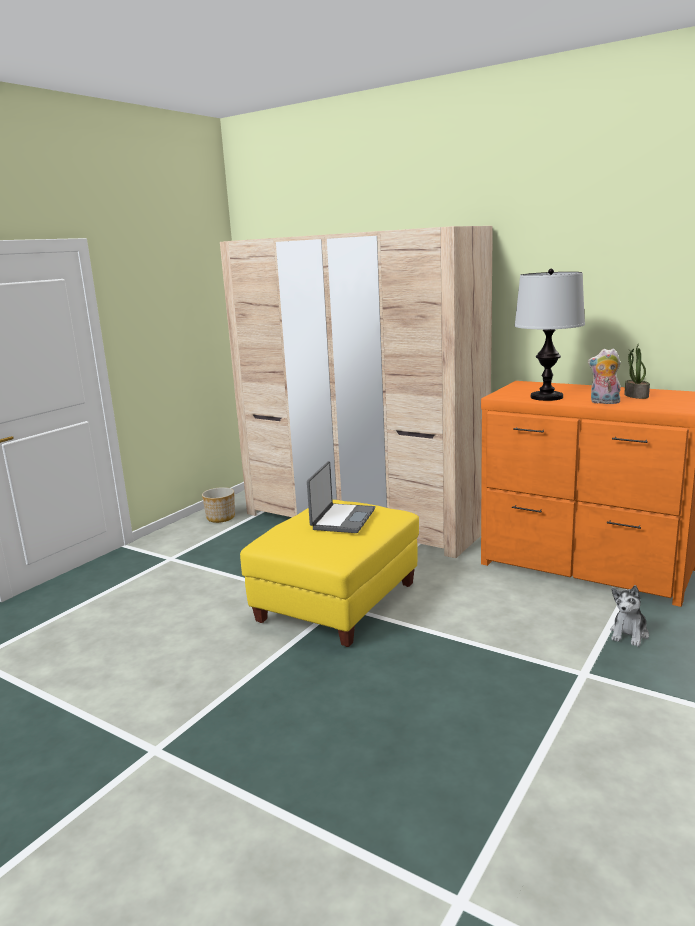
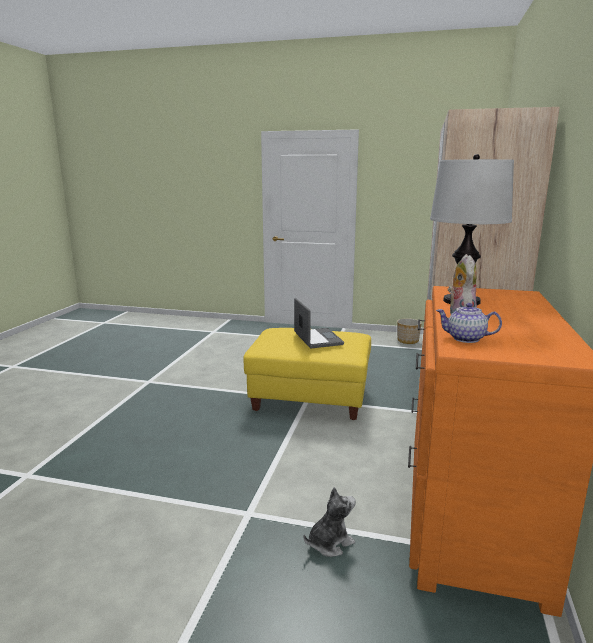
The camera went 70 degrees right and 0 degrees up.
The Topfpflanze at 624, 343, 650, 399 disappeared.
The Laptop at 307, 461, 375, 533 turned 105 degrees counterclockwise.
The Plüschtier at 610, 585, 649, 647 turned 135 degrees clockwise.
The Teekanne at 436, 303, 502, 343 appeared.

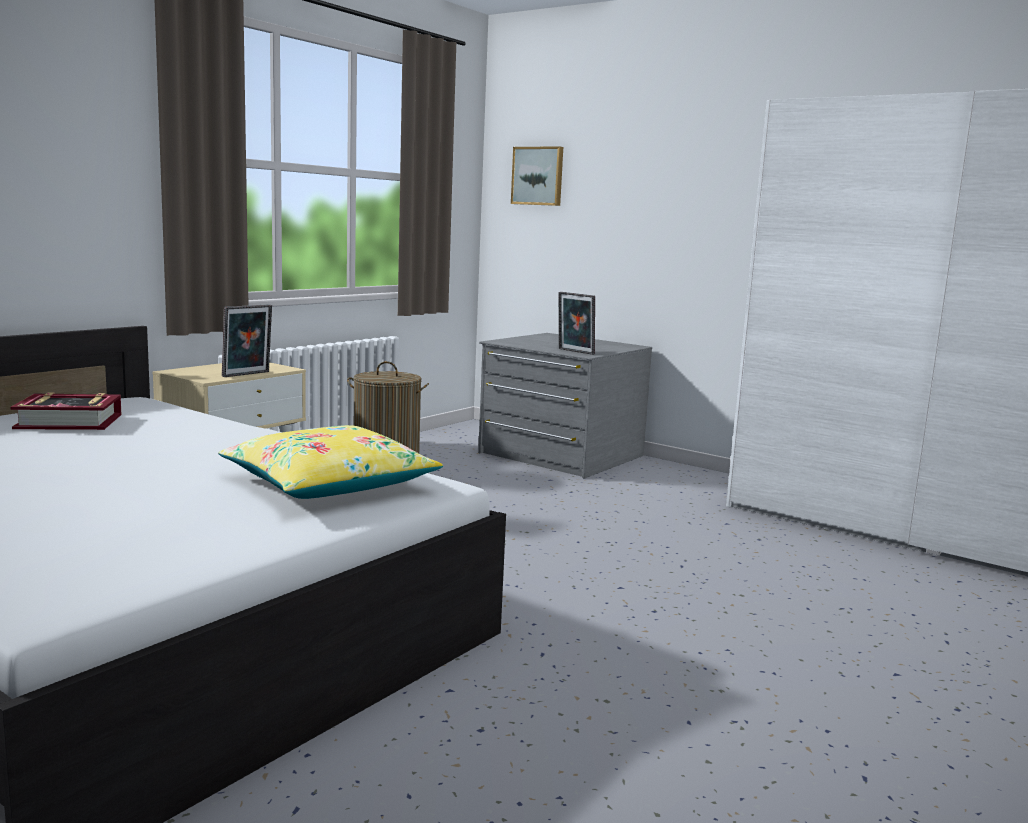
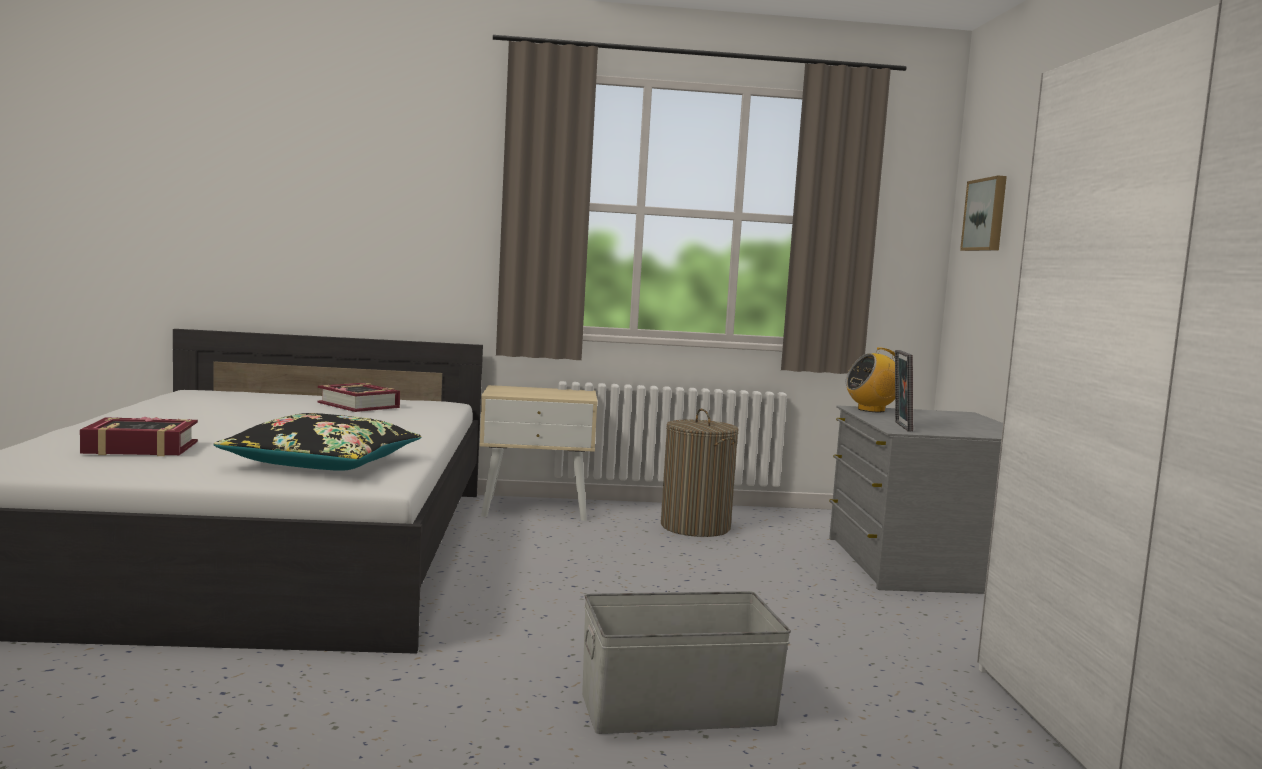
The camera went 50 degrees right and 5 degrees down.
The Bilderrahmen at 222, 304, 272, 377 disappeared.
The Kissen [gelb] at 218, 425, 443, 499 became the Kissen [schwarz] at 214, 413, 422, 471.
The Radio at 845, 347, 895, 412 appeared.
The Buch at 80, 417, 198, 456 appeared.
The Aufbewahrungsbox [grau] at 582, 591, 791, 734 appeared.

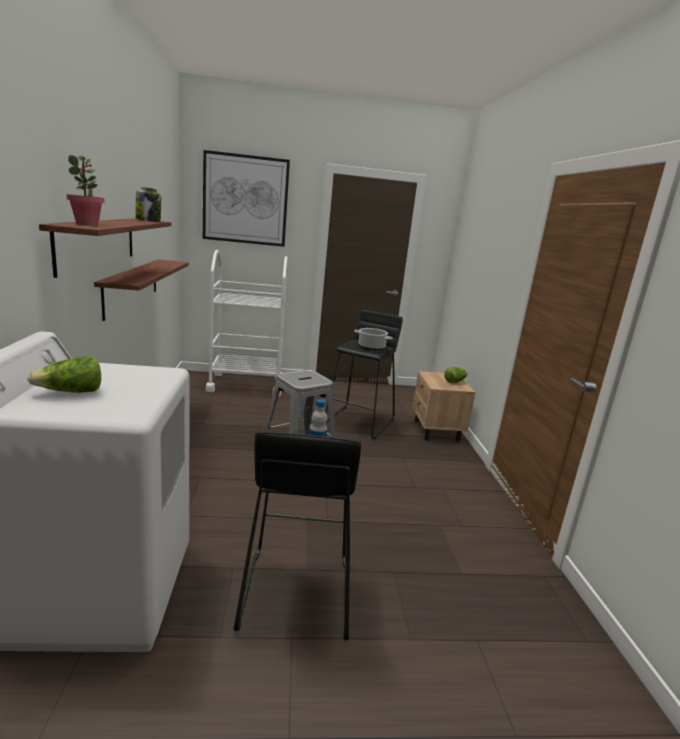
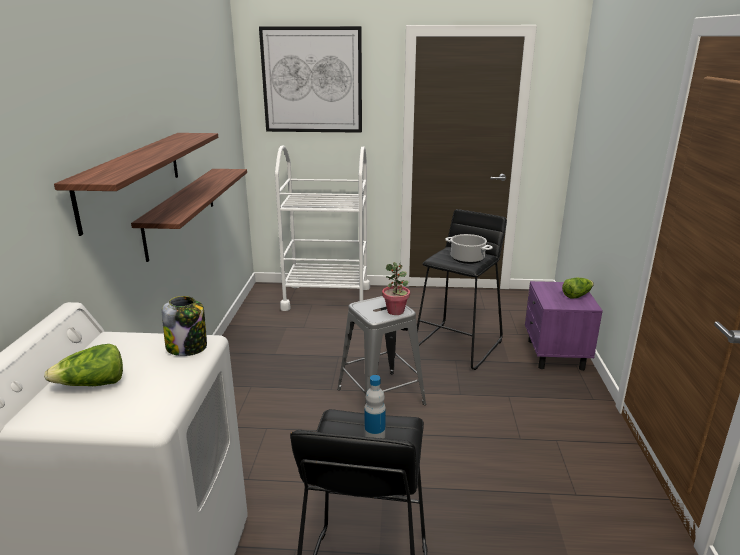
The camera went 10 degrees right and 5 degrees up.
The Topfpflanze moved from 67, 155, 104, 225 to 382, 262, 410, 315.
The Vorratsglas moved from 135, 187, 161, 222 to 162, 296, 207, 356.
The Nachttisch [beige] at 412, 371, 475, 442 became the Nachttisch [lila] at 525, 281, 603, 371.

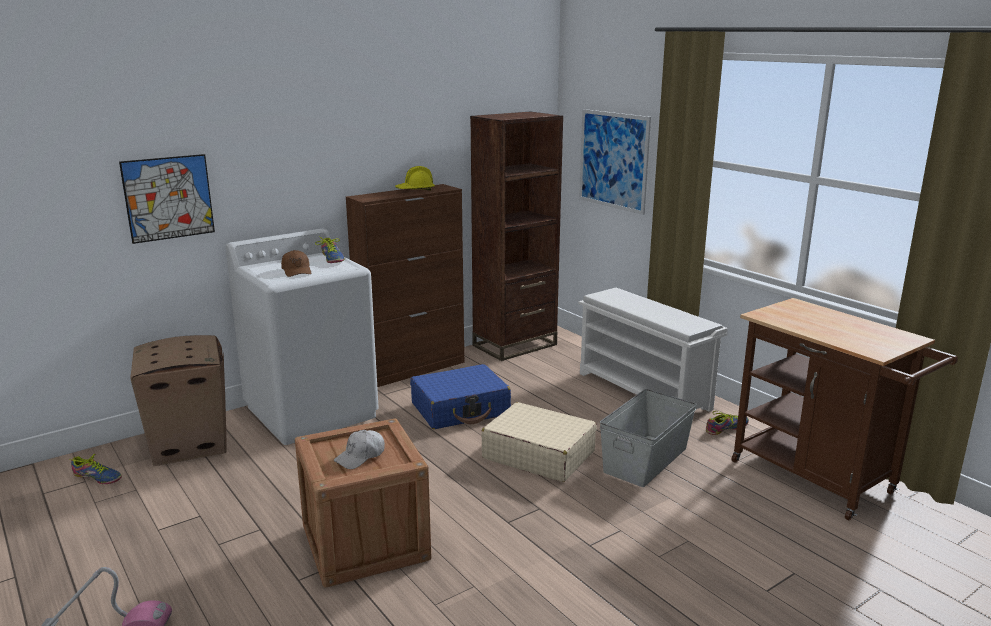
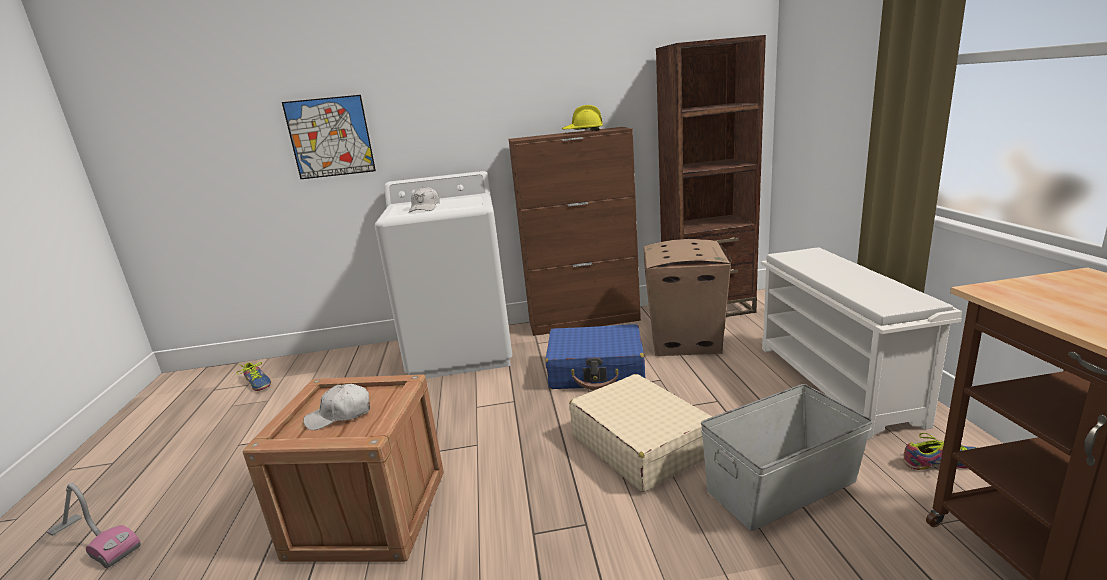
The camera went 30 degrees right and 0 degrees up.
The Bild at 579, 109, 651, 215 disappeared.
The Schuh at 315, 236, 345, 263 disappeared.
The Kappe [braun] at 281, 250, 311, 277 became the Kappe [weiß] at 409, 187, 439, 213.
The Karton moved from 130, 335, 226, 466 to 644, 239, 731, 356.

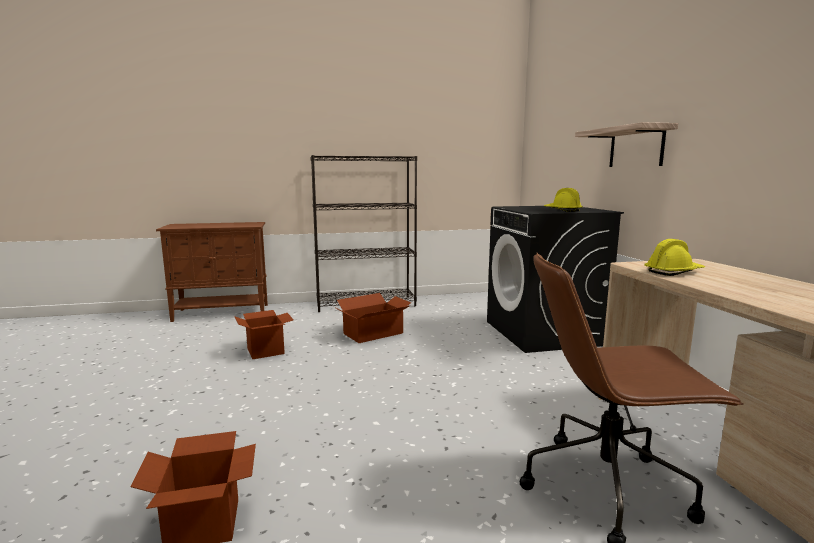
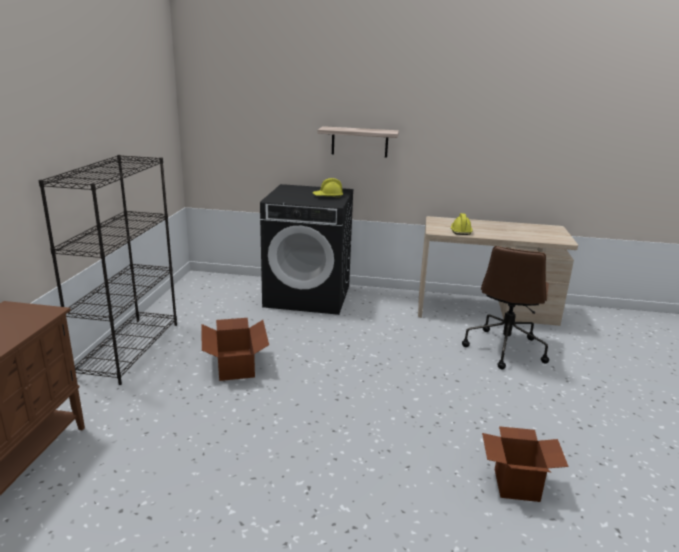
The camera went 70 degrees left and 10 degrees up.
The Karton at 234, 310, 294, 359 disappeared.

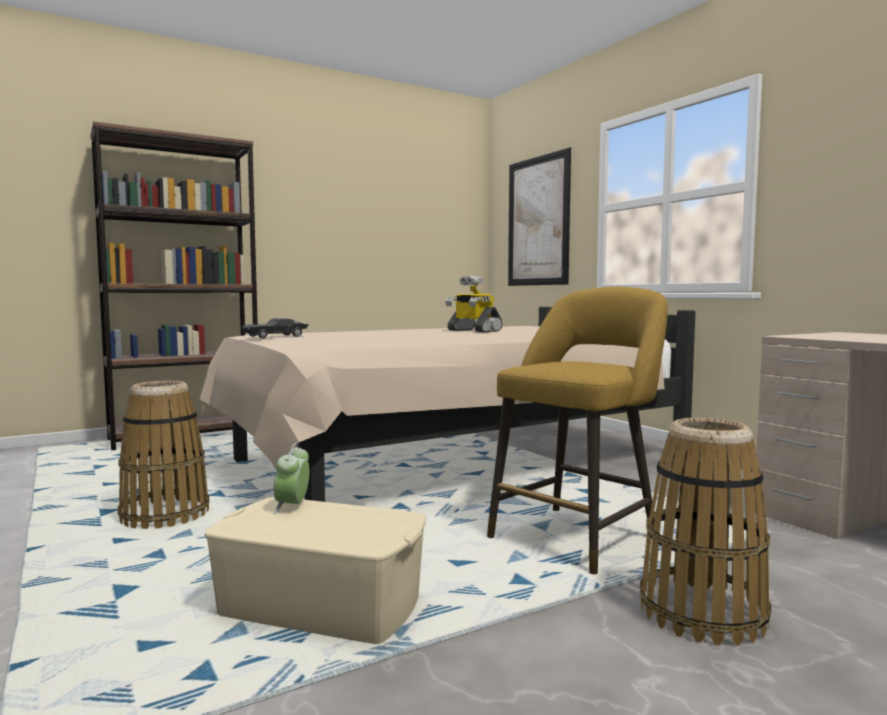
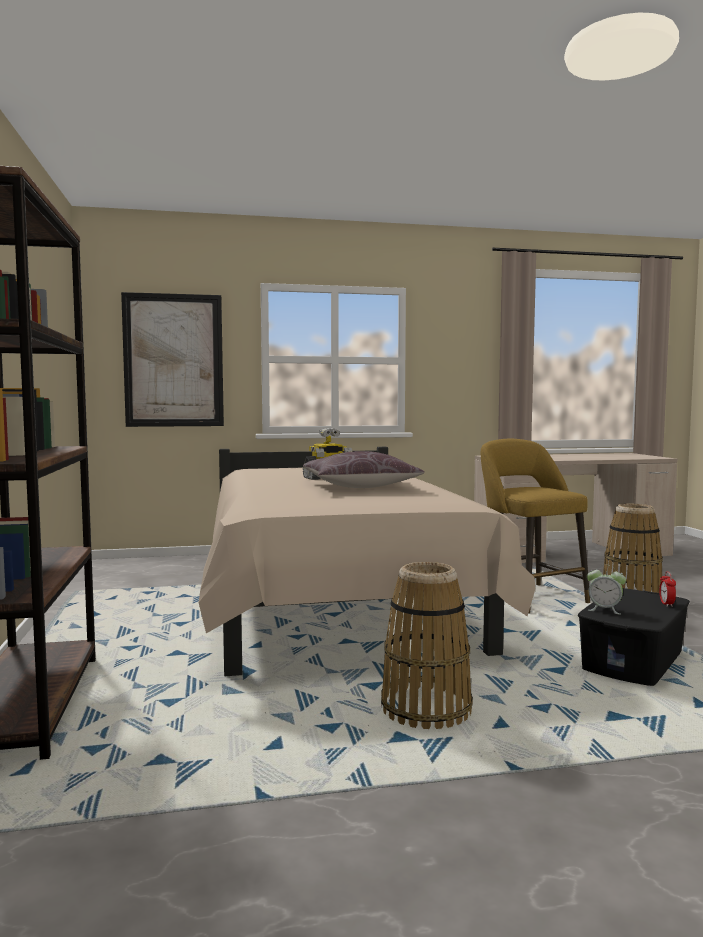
The camera went 70 degrees left and 0 degrees up.
The Spielzeugauto [schwarz] at 241, 318, 309, 338 disappeared.
The Aufbewahrungsbox [beige] at 204, 497, 426, 644 became the Aufbewahrungsbox [schwarz] at 578, 588, 690, 686.
The Kissen [braun] at 303, 451, 425, 488 appeared.
The Wecker at 659, 571, 676, 607 appeared.

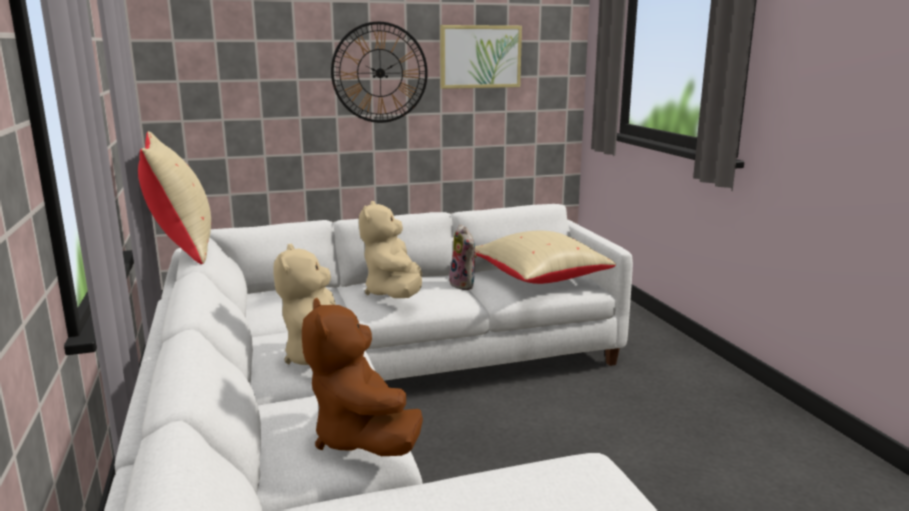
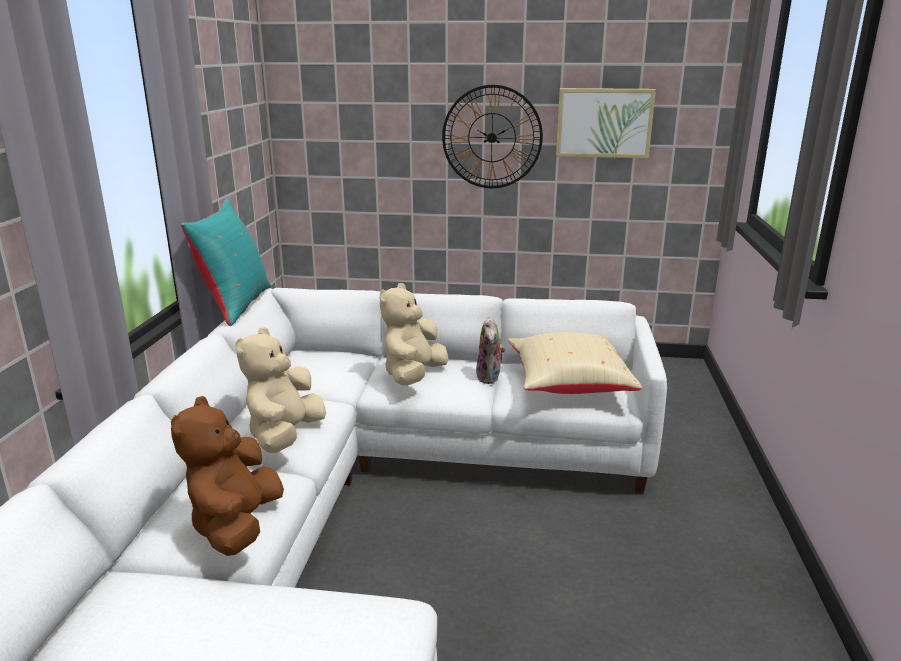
The camera went 25 degrees right and 5 degrees up.
The Kissen [beige] at 138, 131, 211, 264 became the Kissen [türkis] at 181, 198, 271, 326.

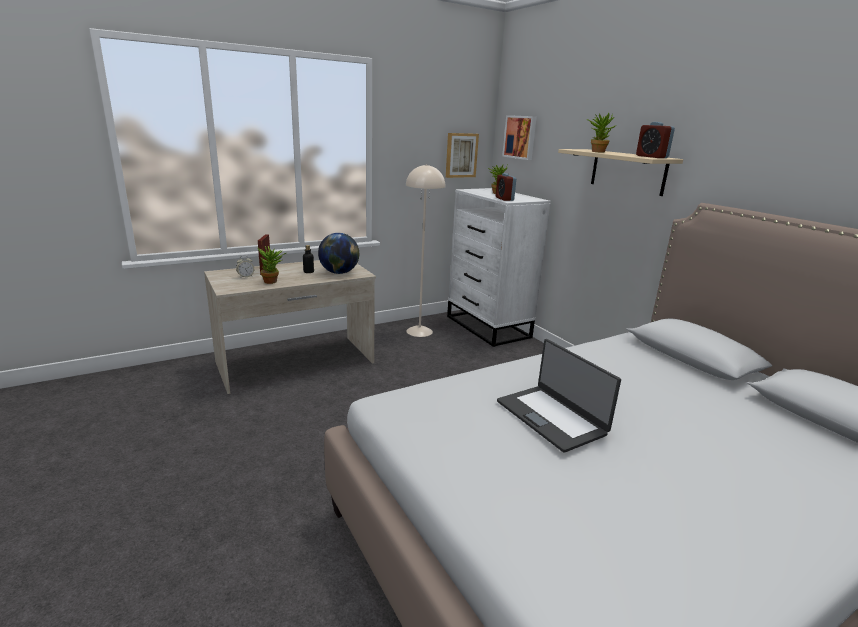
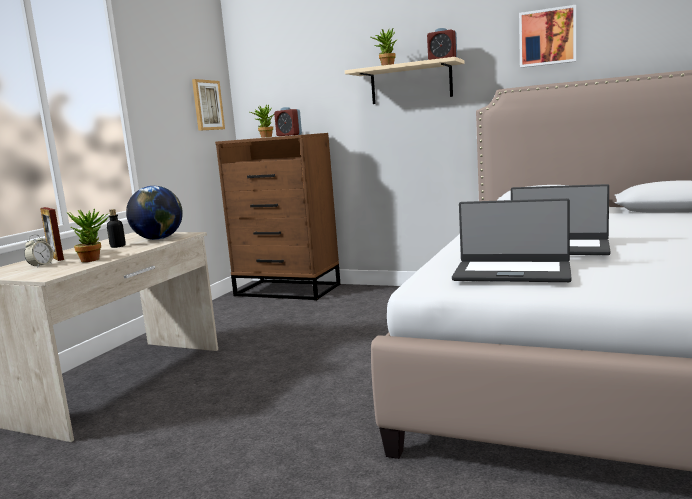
The camera went 35 degrees left and 10 degrees down.
The Bild moved from 502, 115, 537, 160 to 519, 5, 576, 68.
The Stehlampe [beige] at 406, 164, 446, 337 disappeared.
The Kommode [weiß] at 447, 188, 551, 347 became the Kommode [braun] at 215, 133, 341, 300.
The Laptop at 452, 198, 572, 282 appeared.

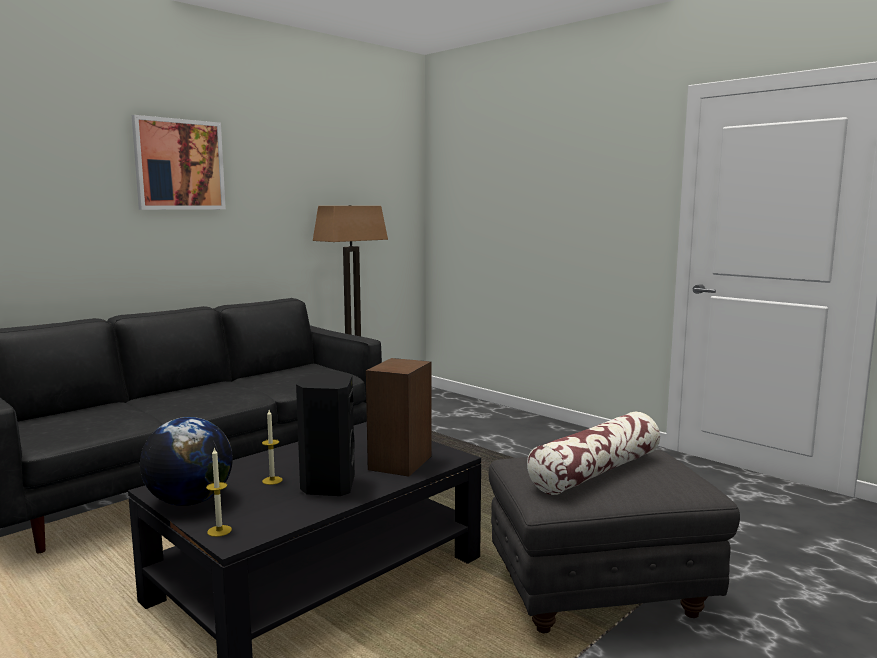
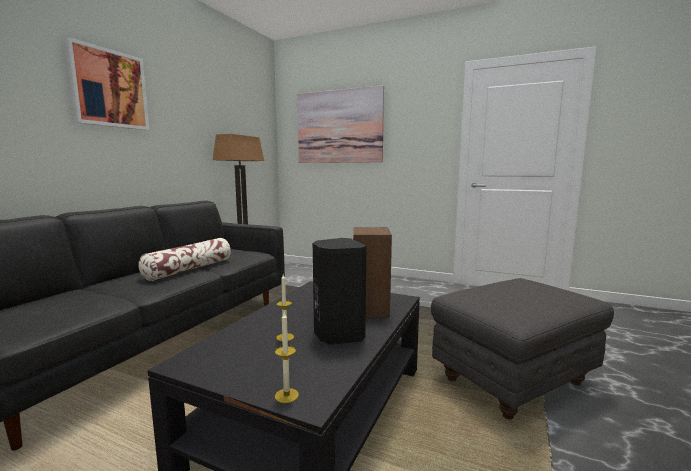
The camera went 20 degrees left and 0 degrees up.
The Kissen moved from 527, 412, 660, 495 to 138, 238, 231, 281.
The Globus at 140, 417, 233, 506 disappeared.
The Bild at 297, 85, 384, 163 appeared.

